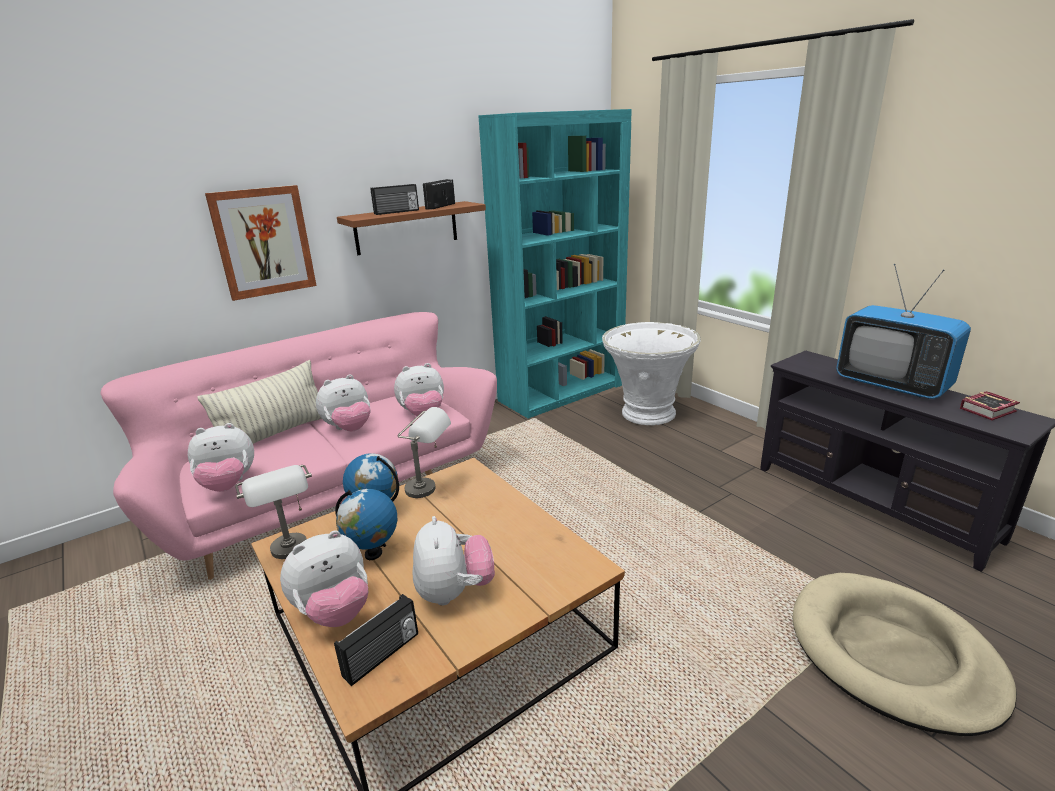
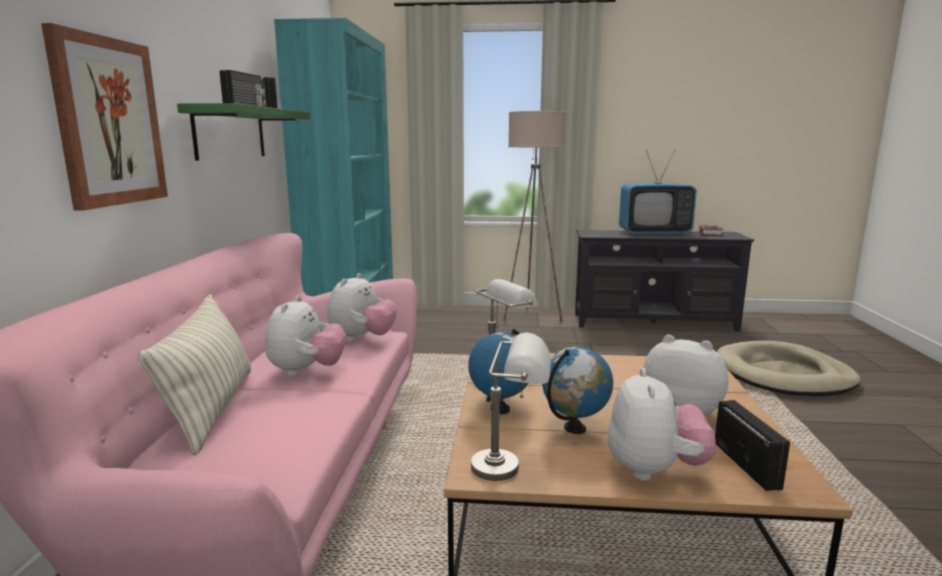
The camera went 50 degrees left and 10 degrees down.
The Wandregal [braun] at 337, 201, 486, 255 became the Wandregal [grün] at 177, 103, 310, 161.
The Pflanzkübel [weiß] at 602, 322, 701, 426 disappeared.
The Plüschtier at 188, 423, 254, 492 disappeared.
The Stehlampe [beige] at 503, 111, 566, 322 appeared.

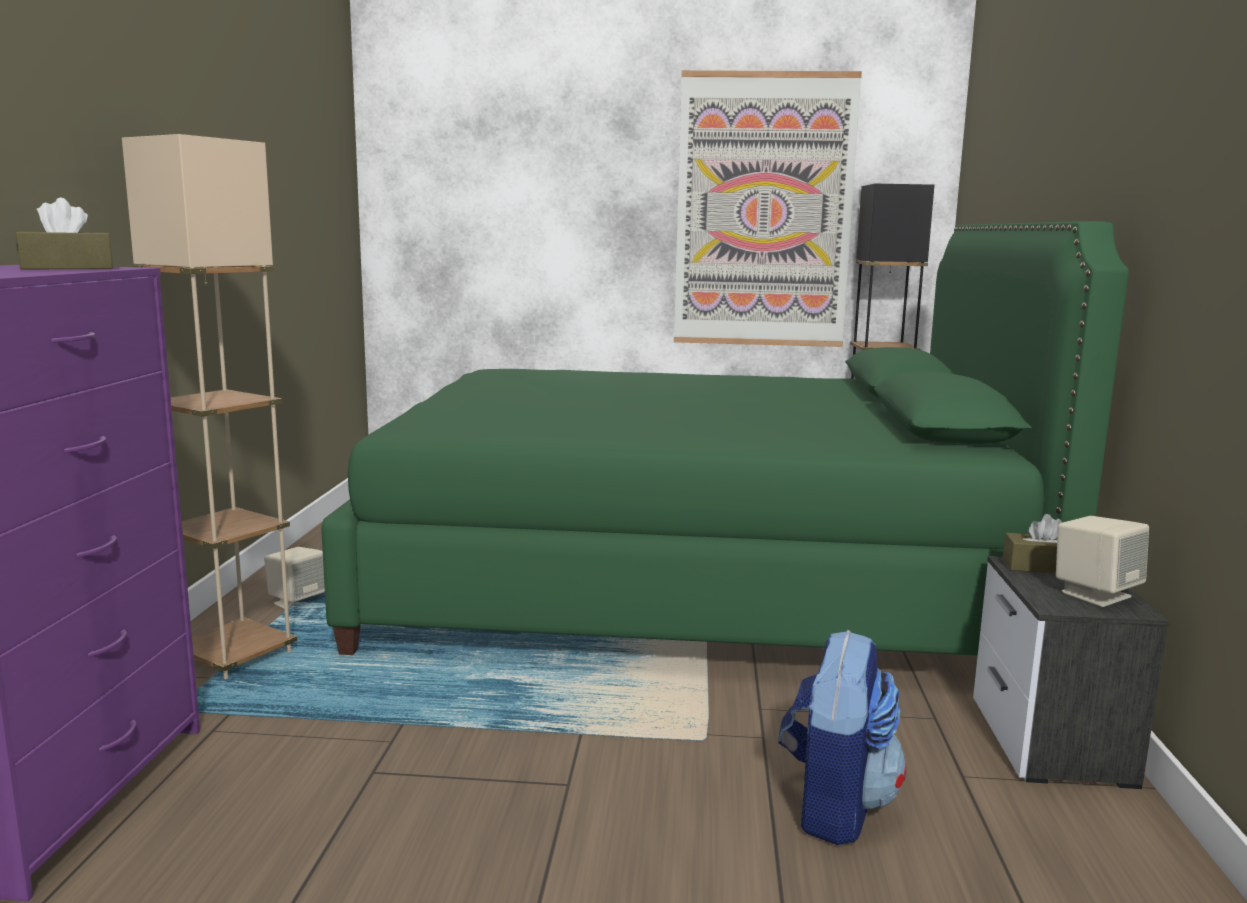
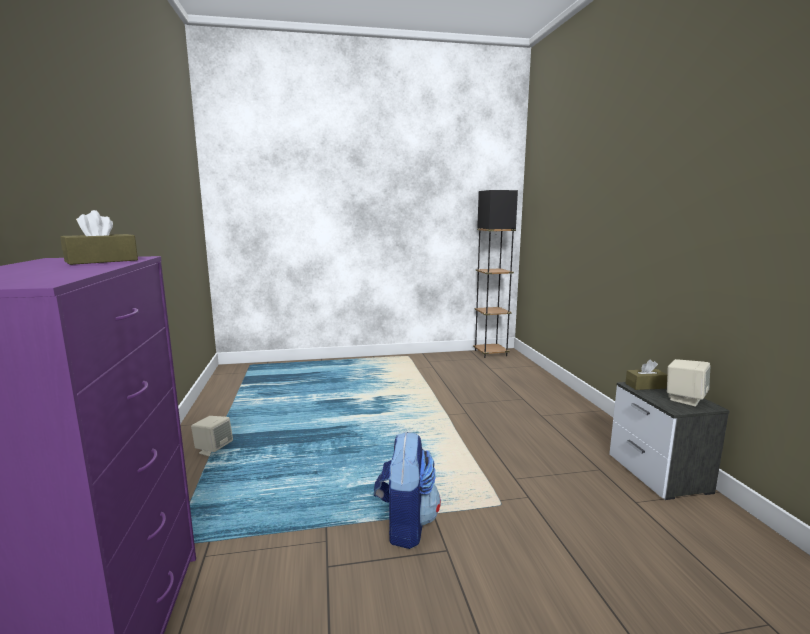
The camera went 15 degrees left and 0 degrees up.
The Bild at 674, 70, 862, 347 disappeared.
The Stehlampe [beige] at 122, 134, 297, 679 disappeared.
The Bett [grün] at 321, 221, 1129, 656 disappeared.
The Rucksack moved from 778, 630, 906, 845 to 374, 432, 441, 549.

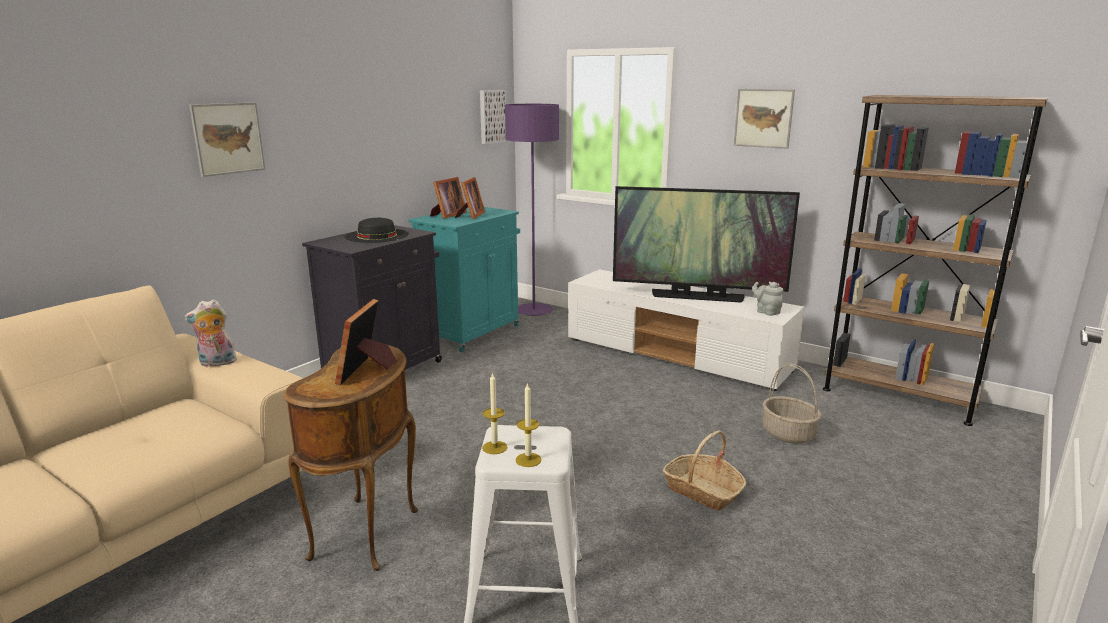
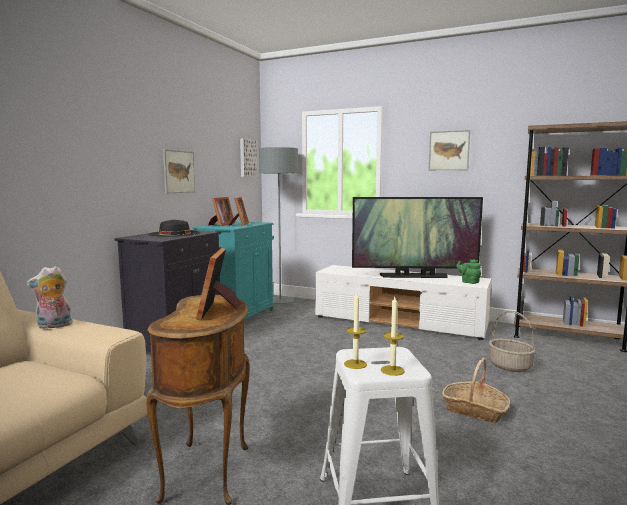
The camera went 10 degrees left and 10 degrees down.
The Bild moved from 189, 102, 265, 177 to 163, 149, 195, 194.
The Stehlampe [lila] at 505, 104, 559, 316 became the Stehlampe [grau] at 259, 147, 298, 304.
The Teekanne [grau] at 752, 281, 783, 316 became the Teekanne [grün] at 456, 259, 481, 284.

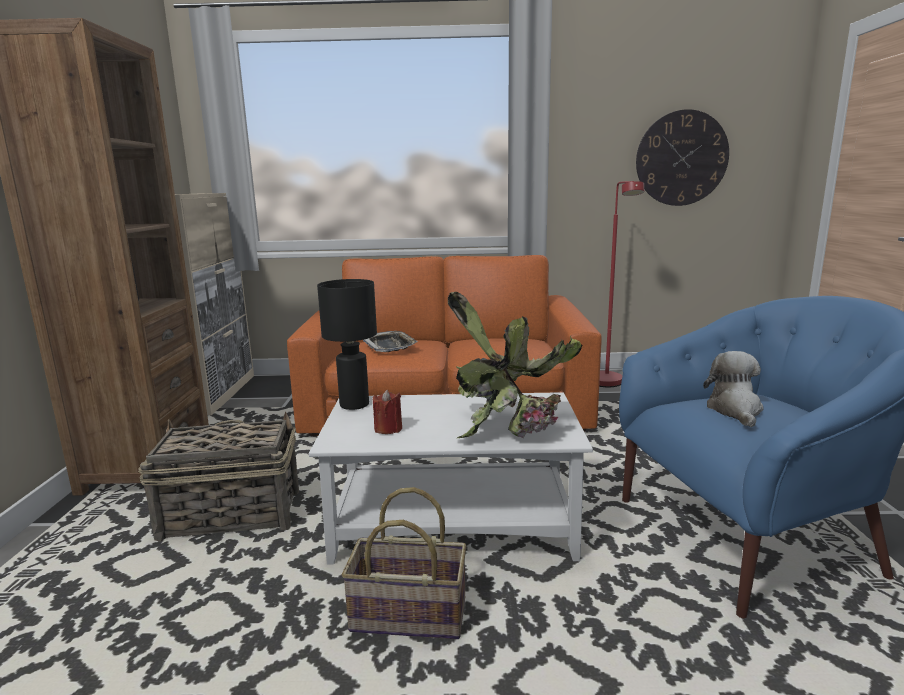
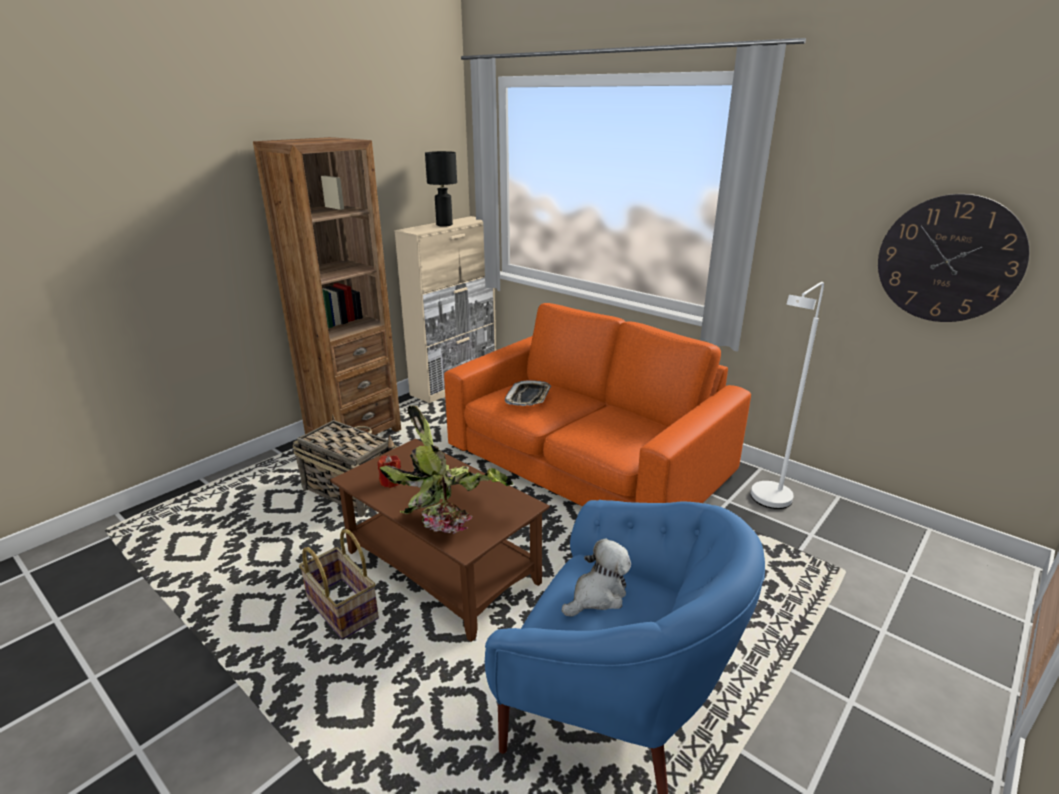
The camera went 40 degrees right and 10 degrees up.
The Stehlampe [rot] at 599, 181, 644, 387 became the Stehlampe [weiß] at 751, 282, 824, 509.
The Tischlampe [schwarz] moved from 317, 279, 377, 410 to 425, 151, 457, 227.
The Couchtisch [weiß] at 309, 392, 593, 564 became the Couchtisch [braun] at 330, 439, 550, 642.

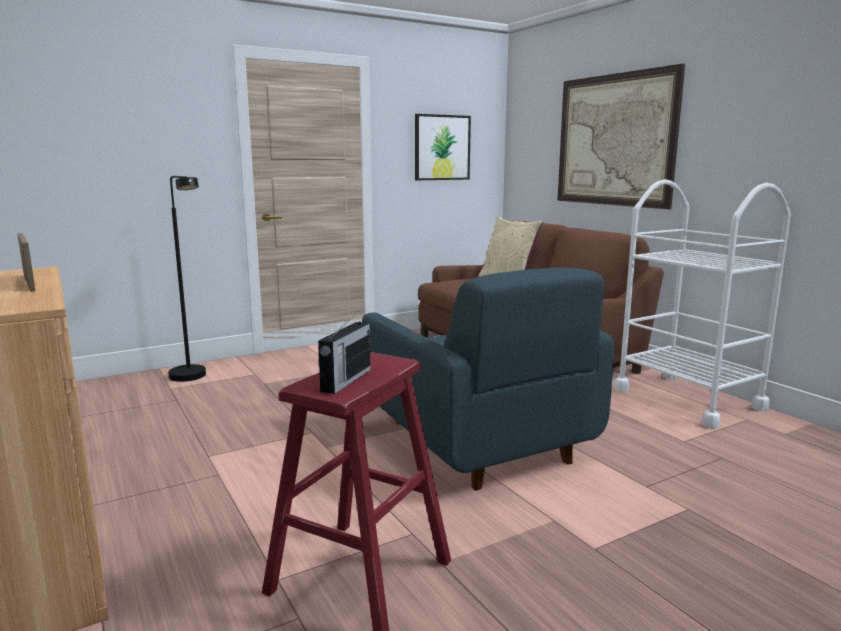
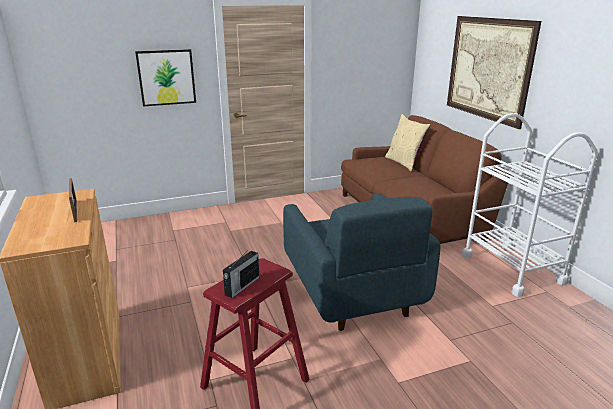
The camera went 10 degrees right and 10 degrees up.
The Bild moved from 415, 114, 471, 180 to 135, 49, 196, 107.
The Stehlampe [schwarz] at 168, 176, 206, 382 disappeared.

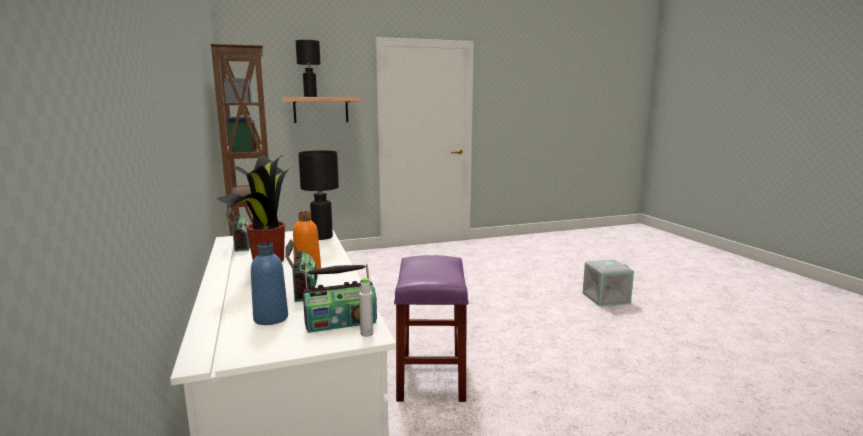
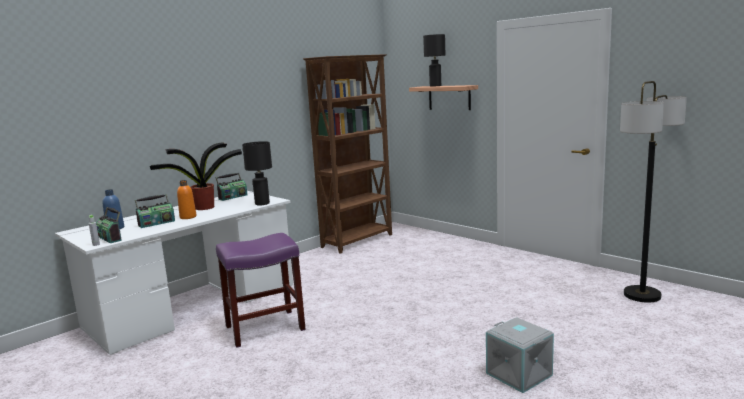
The camera went 65 degrees right and 0 degrees up.
The Stehlampe at 620, 81, 687, 303 appeared.

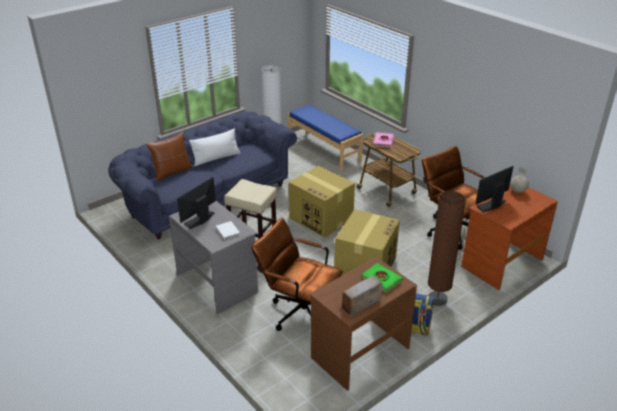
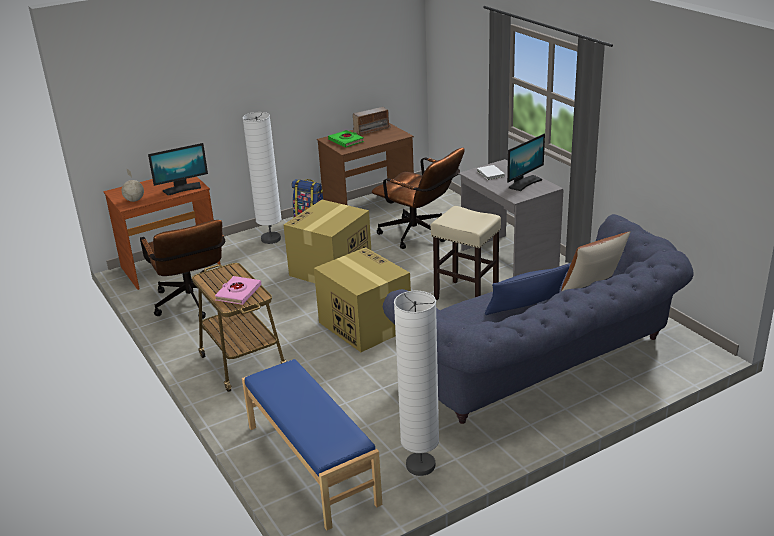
The camera went 170 degrees left and 5 degrees down.
The Kissen [weiß] at 189, 128, 240, 166 became the Kissen [blau] at 485, 265, 569, 315.
The Stehlampe [braun] at 428, 191, 466, 306 became the Stehlampe [weiß] at 243, 112, 282, 244.

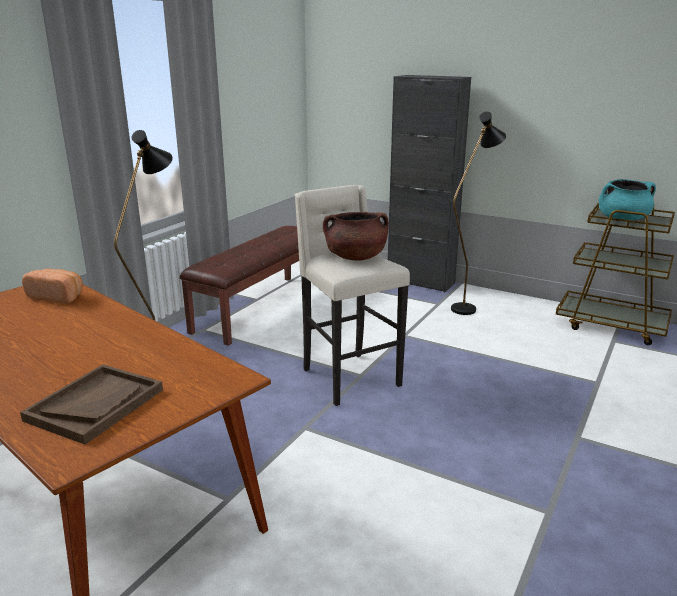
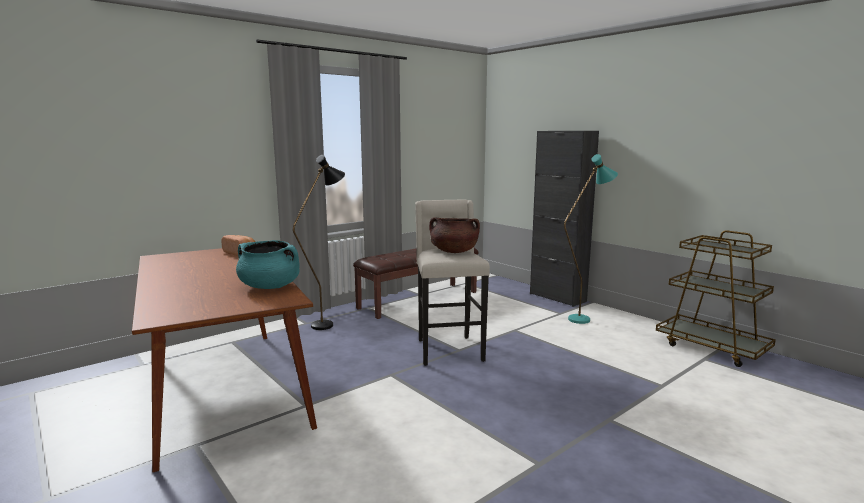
The camera went 20 degrees right and 10 degrees down.
The Stehlampe [schwarz] at 451, 111, 506, 315 became the Stehlampe [türkis] at 564, 154, 618, 324.
The Kochtopf [türkis] moved from 599, 179, 656, 221 to 236, 240, 300, 289.
The Tablett [braun] at 20, 364, 163, 445 disappeared.

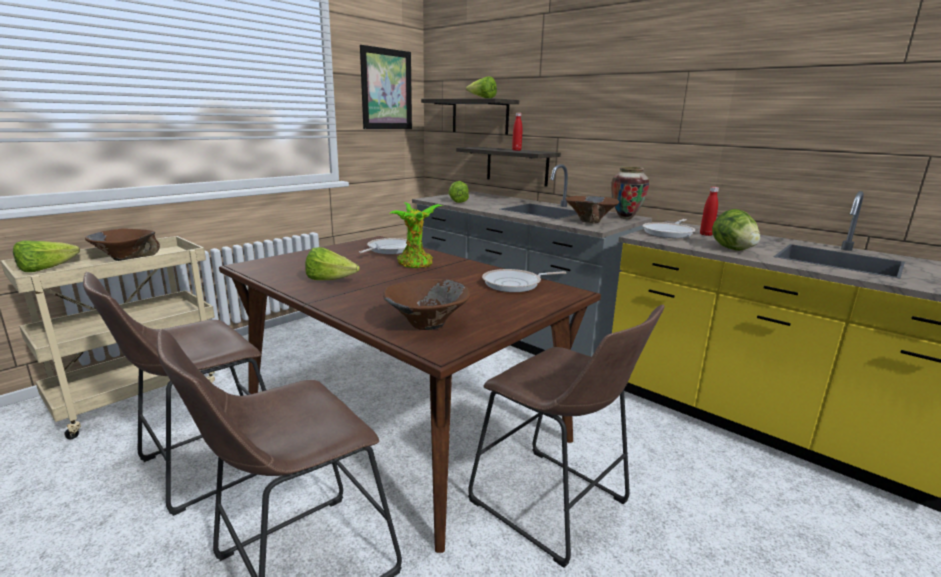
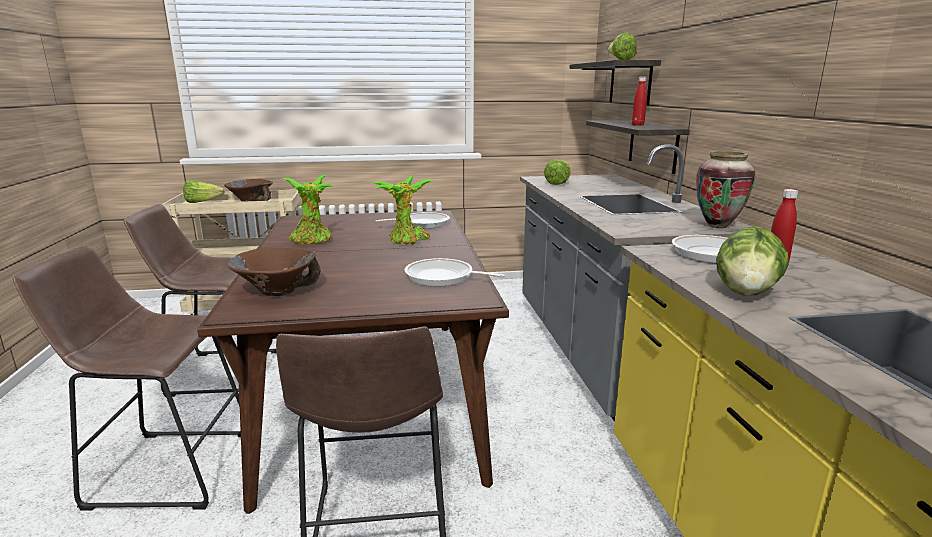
The camera went 40 degrees right and 0 degrees up.
The Bild at 360, 45, 412, 129 disappeared.
The Schüssel [braun] at 566, 196, 619, 223 disappeared.
The Salatkopf at 305, 247, 360, 280 was replaced by the Topfpflanze at 282, 175, 333, 244.

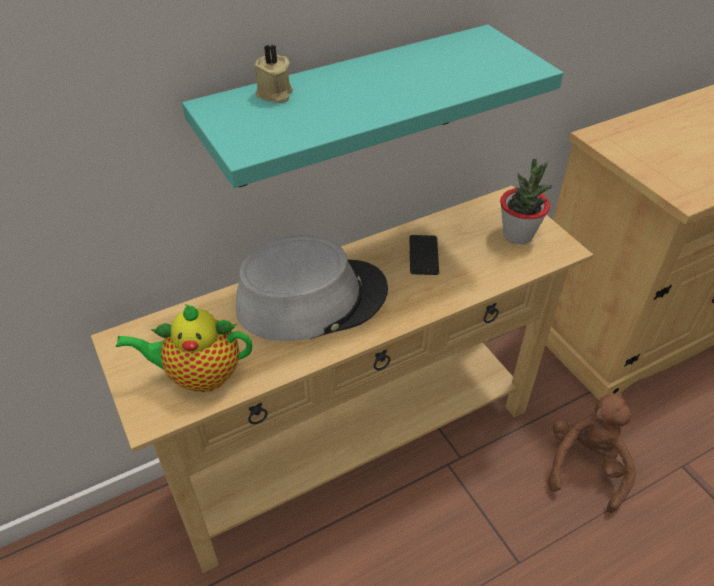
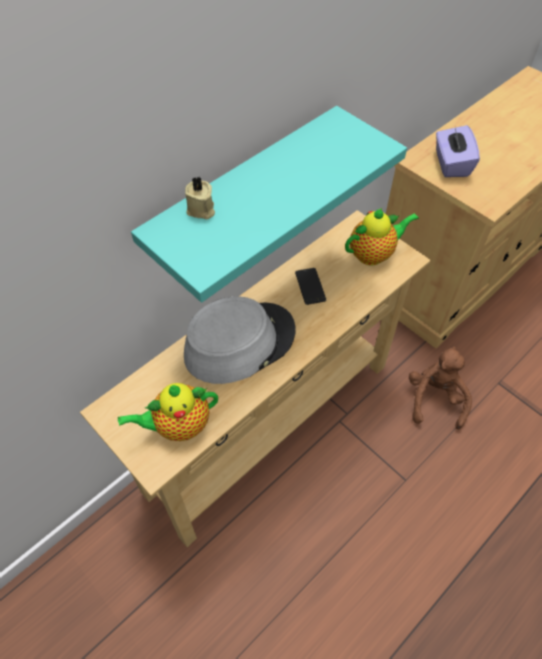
The camera went 15 degrees left and 10 degrees up.
The Topfpflanze at 500, 159, 553, 244 was replaced by the Teekanne at 345, 208, 419, 265.
The Taschentuchbox [lila] at 436, 125, 480, 177 appeared.

